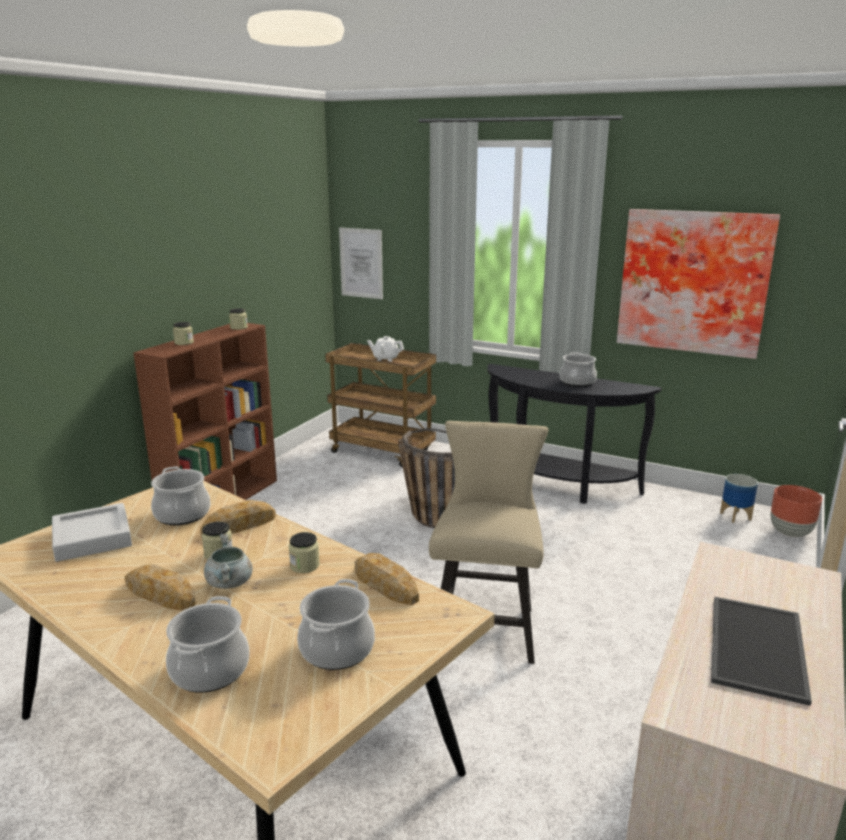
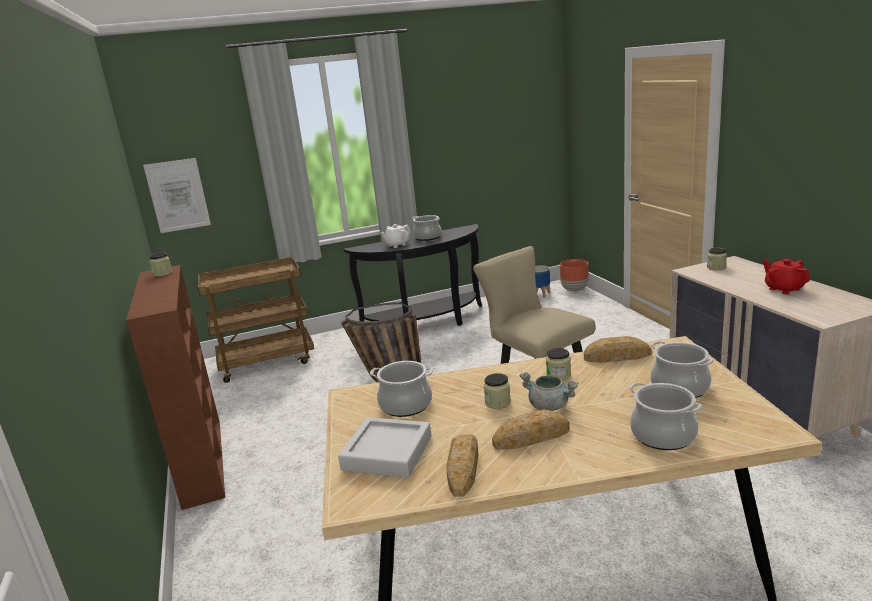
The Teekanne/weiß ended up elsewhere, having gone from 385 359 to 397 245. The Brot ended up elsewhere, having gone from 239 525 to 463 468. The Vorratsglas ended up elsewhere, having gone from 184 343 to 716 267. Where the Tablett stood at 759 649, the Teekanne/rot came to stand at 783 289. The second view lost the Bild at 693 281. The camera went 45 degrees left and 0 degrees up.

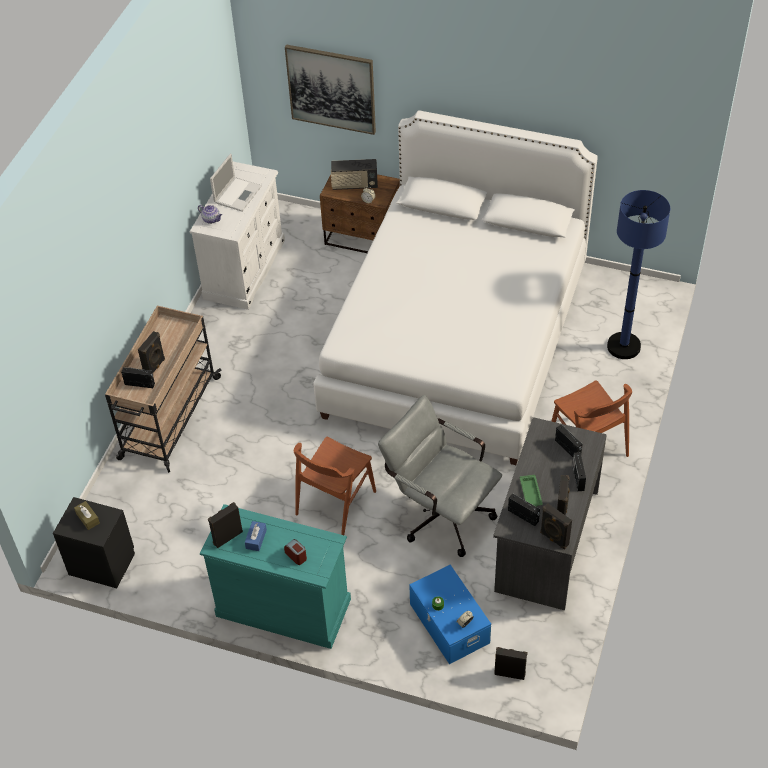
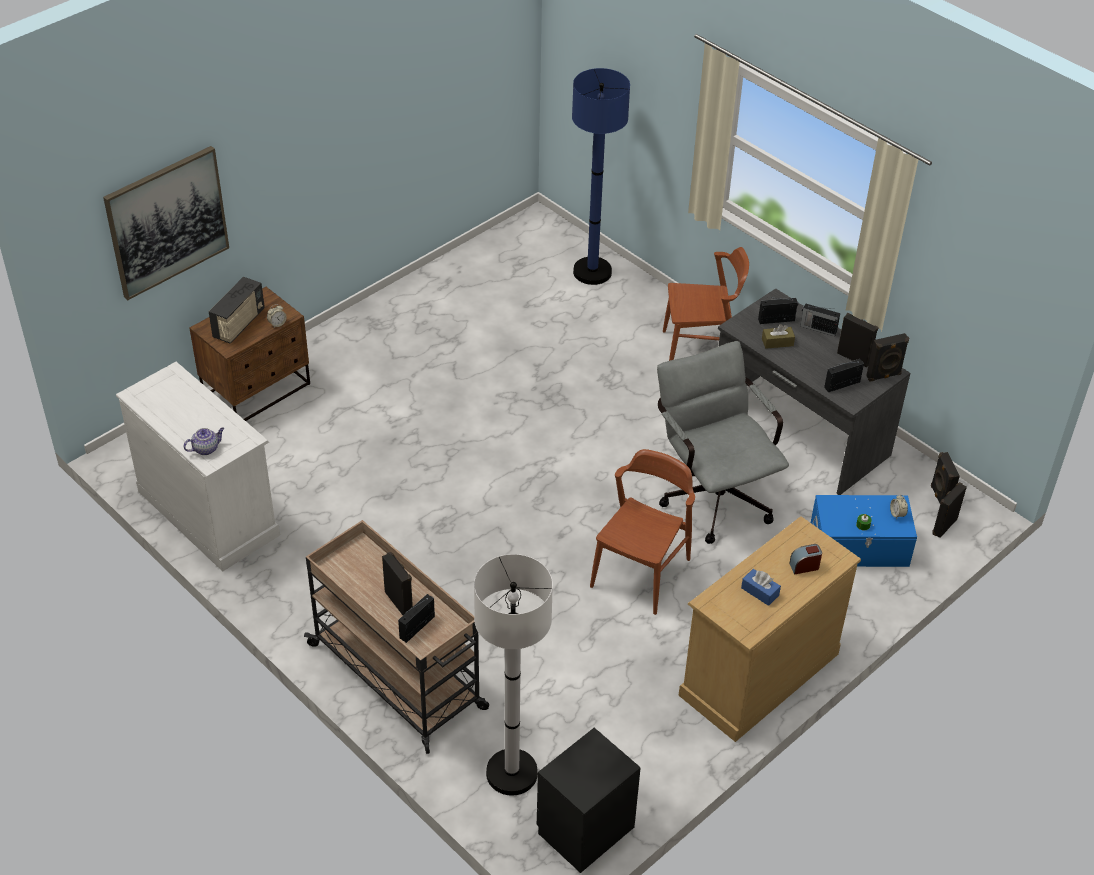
The second view gained the Stehlampe/weiß at 511 773. The Stuhl/braun at 335 503 ended up facing another way, 120 degrees counterclockwise from before. The Bürostuhl/grau at 440 513 ended up facing another way, 90 degrees clockwise from before. What was the Kommode/türkis at 283 607 turned into the Kommode/beige at 758 674. The Taschentuchbox/braun ended up elsewhere, having gone from 88 518 to 777 342. The Lautsprecher/schwarz ended up elsewhere, having gone from 227 537 to 939 497. The second view lost the Laptop at 238 194. The second view lost the Bett/weiß at 457 340. The second view lost the Tablett/grün at 531 493. The camera went 65 degrees left and 5 degrees down.

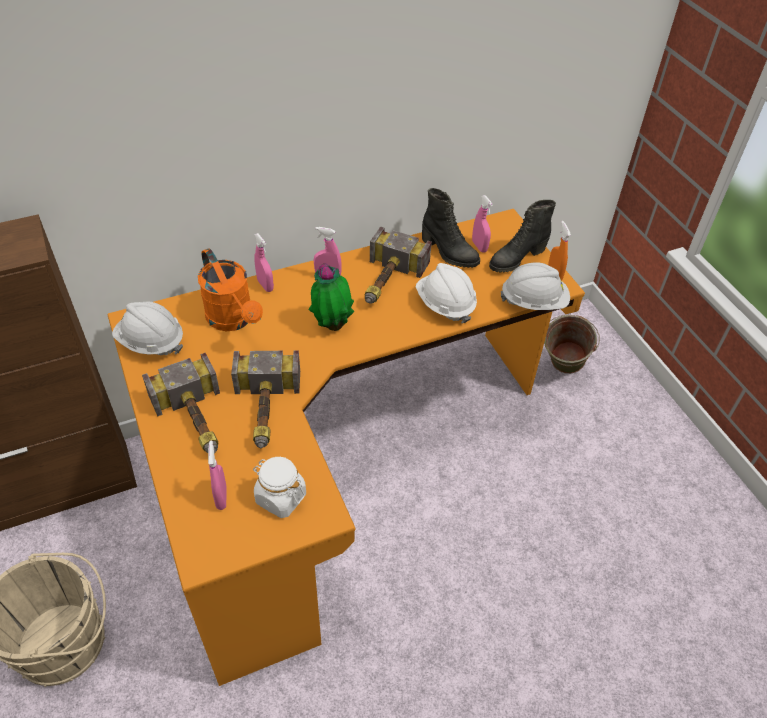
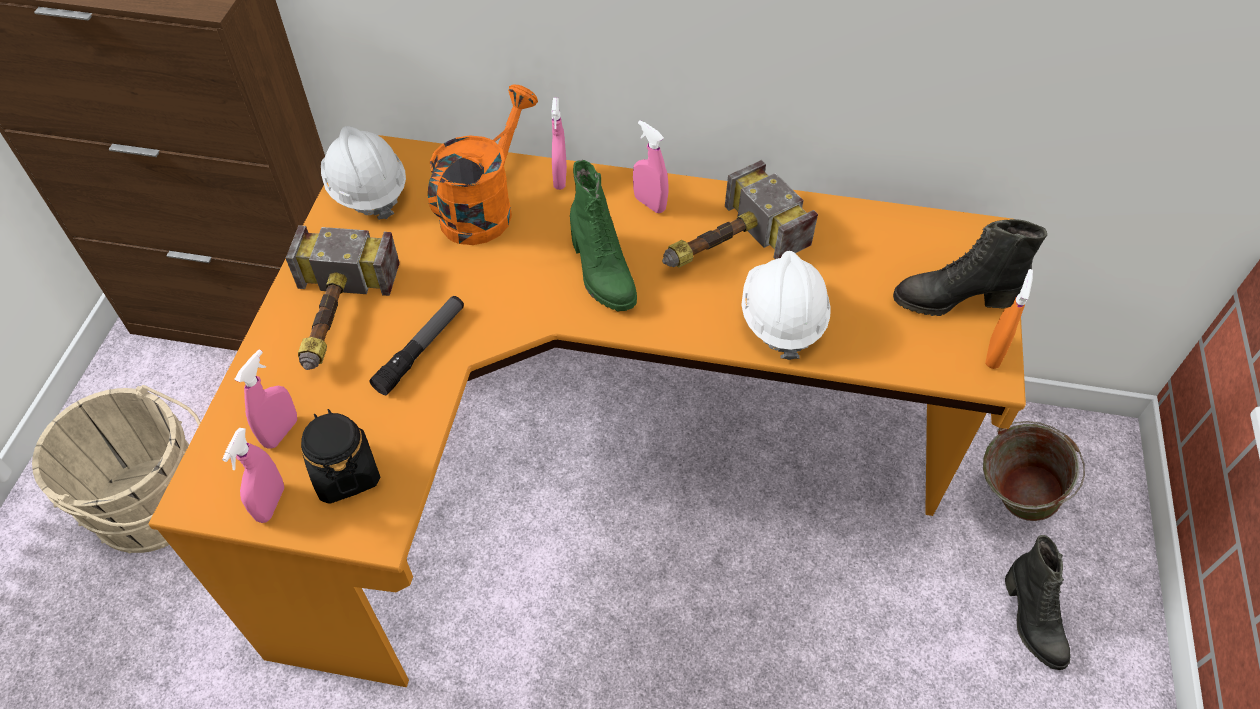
The Sprühflasche/rosa ended up elsewhere, having gone from 479 246 to 271 504. What was the Vorratsglas/weiß at 280 497 turned into the Vorratsglas/schwarz at 345 473. Where the Hammer stood at 265 412, the Taschenlampe came to stand at 421 349. The Gießkanne/orange at 234 320 ended up facing another way, 150 degrees counterclockwise from before. Where the Topfpflanze stood at 332 325, the Stiefel/grün came to stand at 600 273. The Stiefel/schwarz ended up elsewhere, having gone from 448 253 to 1031 621. The second view lost the Schutzhelm/weiß at 534 302. The camera went 35 degrees right and 5 degrees up.

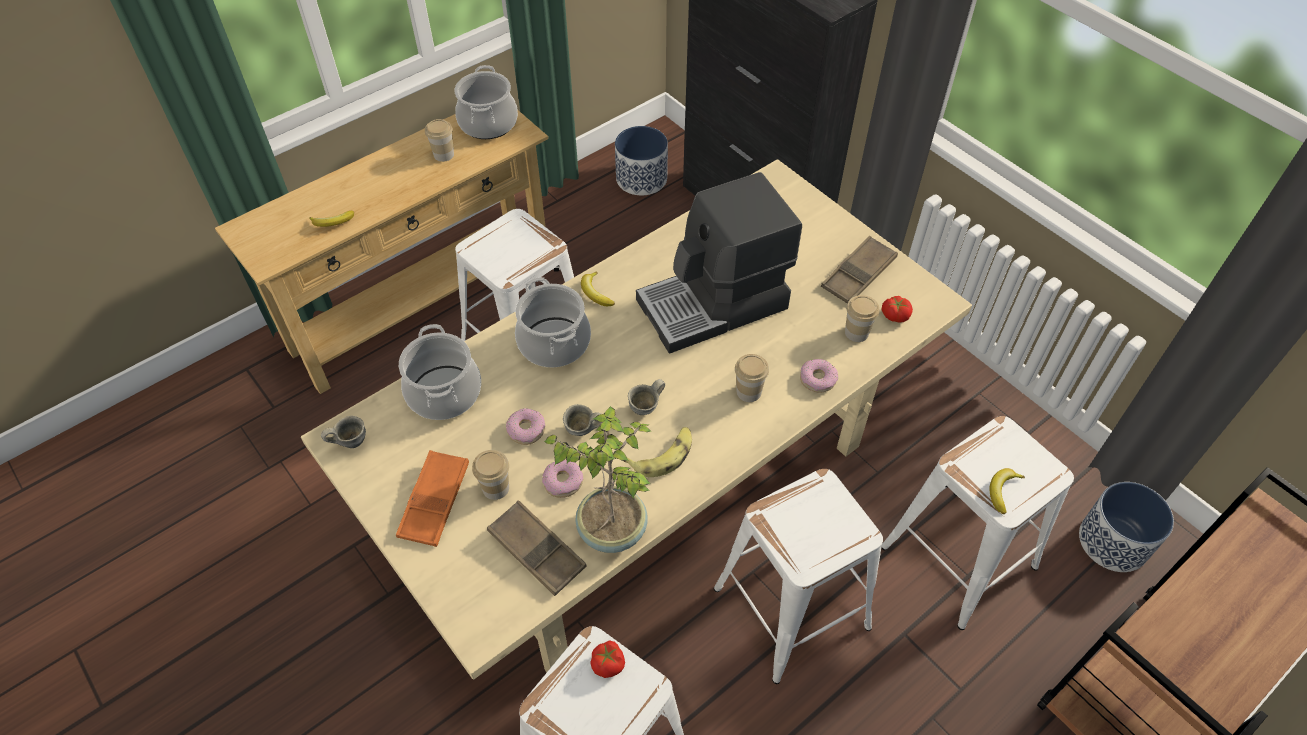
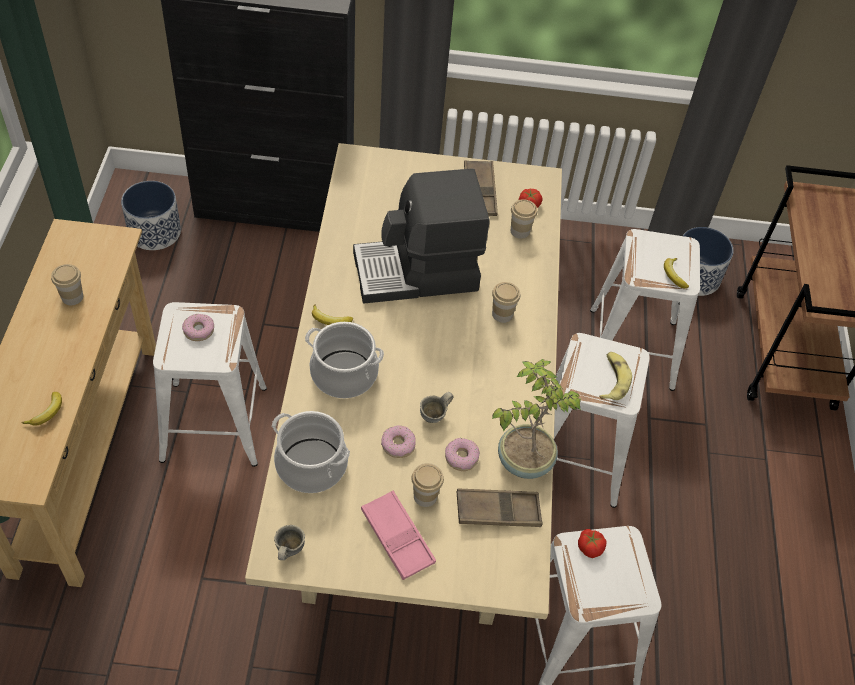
The Donut ended up elsewhere, having gone from 817 379 to 199 330. The Kaffeemaschine at 714 305 ended up facing another way, 60 degrees clockwise from before. What was the Tablett/orange at 434 502 turned into the Tablett/rosa at 397 538. The Banane ended up elsewhere, having gone from 663 455 to 612 379. The second view lost the Kochtopf at 488 123. The second view lost the Henkelbecher/grau at 647 409. The camera went 50 degrees left and 0 degrees up.

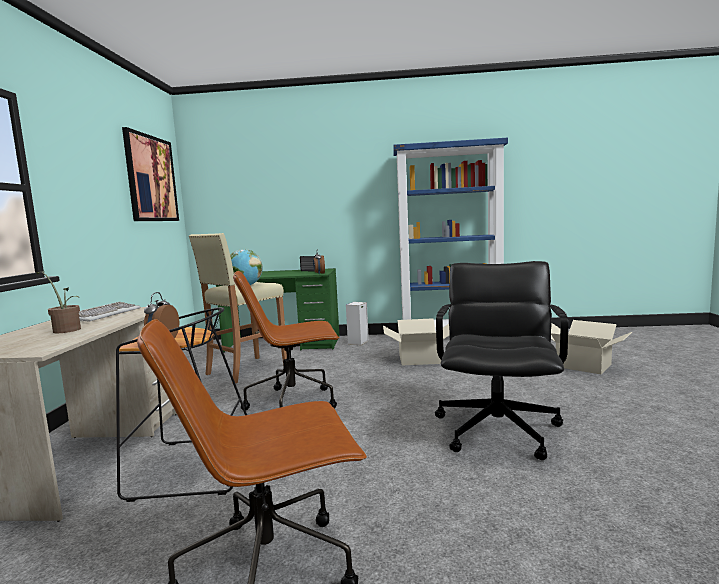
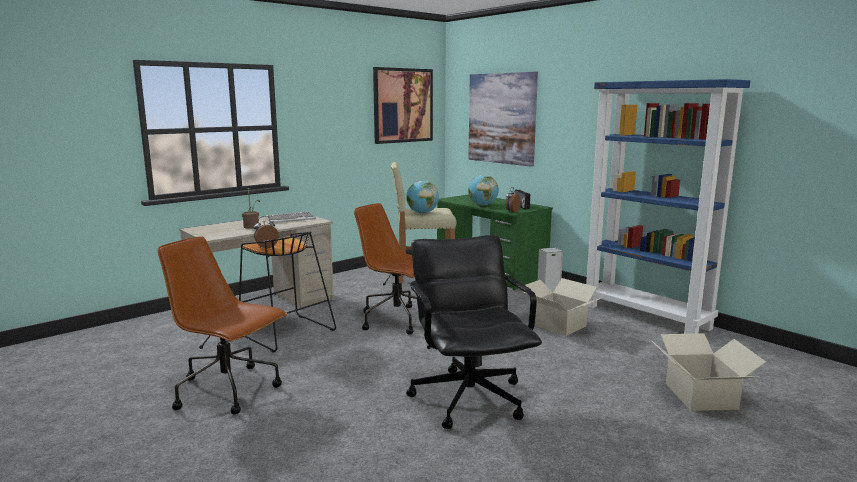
The Bürostuhl/schwarz at 498 429 ended up facing another way, 75 degrees counterclockwise from before. The second view gained the Bild at 501 118. The second view gained the Globus at 482 205. The camera went 45 degrees right and 5 degrees up.

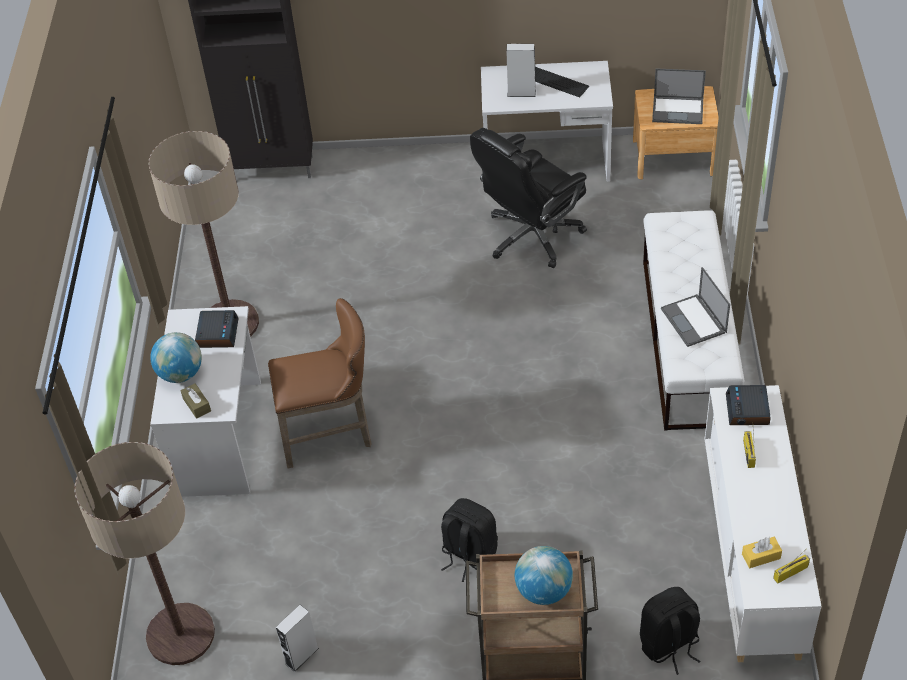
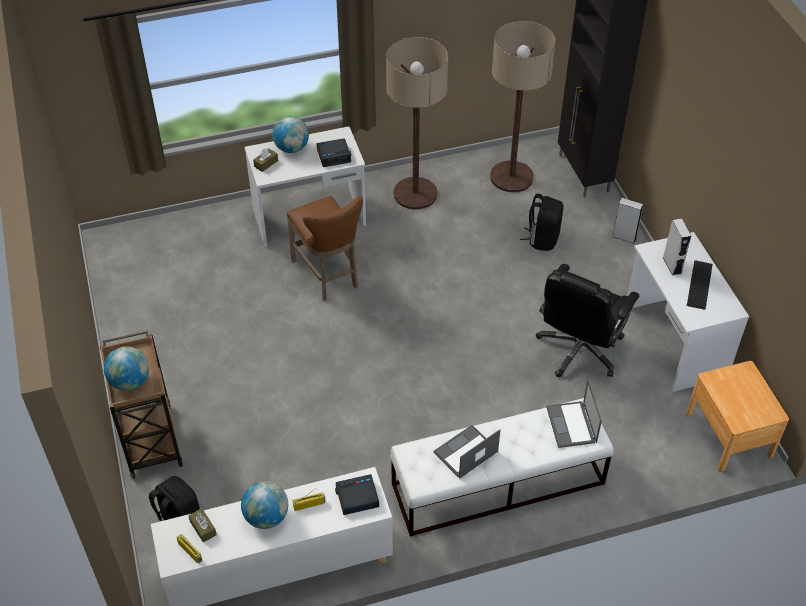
What was the Taschentuchbox/gelb at 761 556 turned into the Taschentuchbox/braun at 203 528. The second view gained the Globus at 266 517. The Stehlampe ended up elsewhere, having gone from 180 634 to 511 177. The Rucksack/schwarz ended up elsewhere, having gone from 468 555 to 542 239. The Bürostuhl/schwarz at 531 236 ended up facing another way, 90 degrees counterclockwise from before. The Laptop ended up elsewhere, having gone from 678 110 to 572 425. The Lautsprecher/grau ended up elsewhere, having gone from 301 656 to 624 237. The camera went 70 degrees right and 0 degrees up.

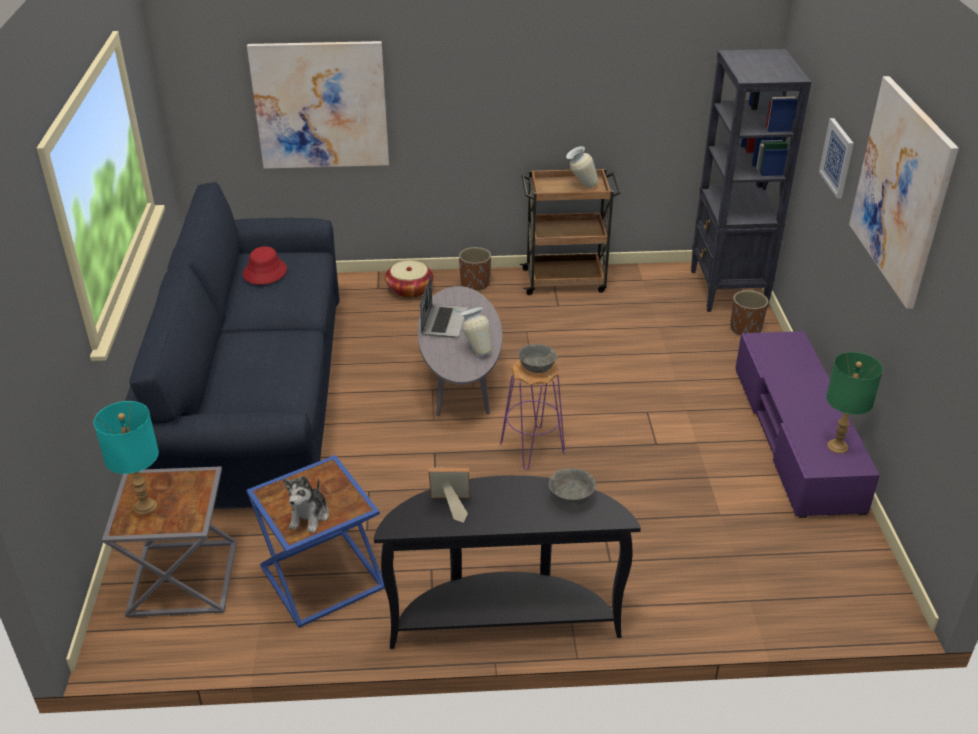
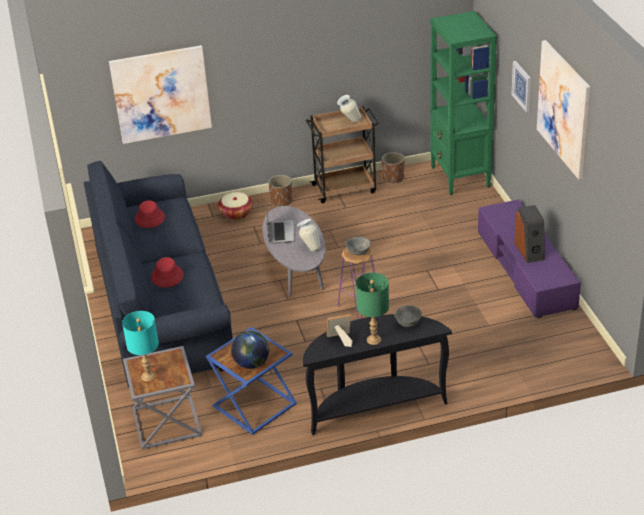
The second view gained the Hut/rot at 167 276. Where the Plüschtier stood at 309 516, the Globus came to stand at 252 363. The Tischlampe/grün ended up elsewhere, having gone from 837 446 to 374 340. The Pflanzkübel/braun ended up elsewhere, having gone from 745 329 to 393 178. What was the Bücherregal/schwarz at 727 290 turned into the Bücherregal/grün at 460 177. The second view gained the Lautsprecher at 530 251. The camera went 10 degrees left and 0 degrees up.

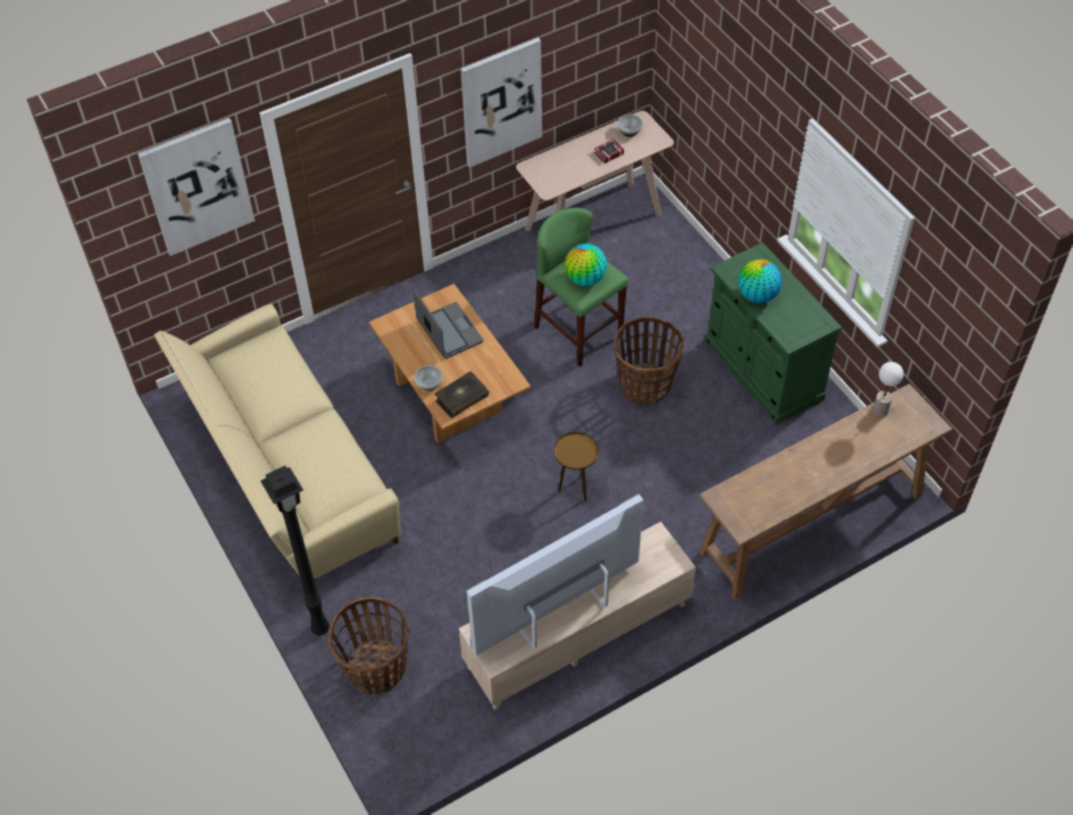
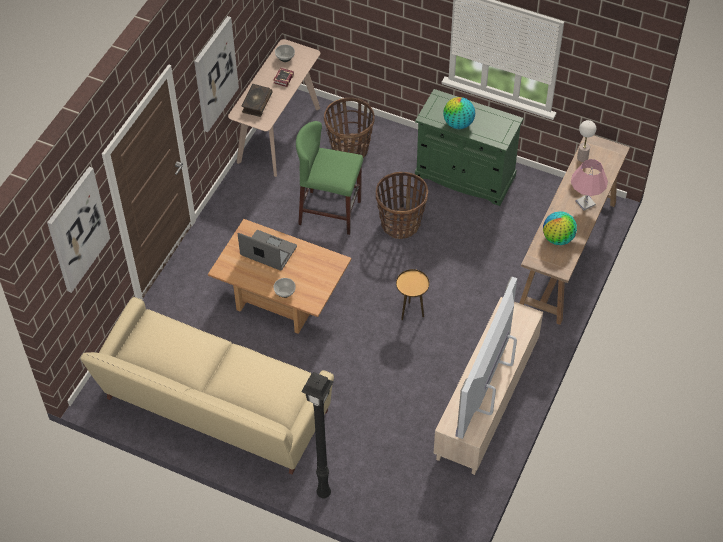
The Buch ended up elsewhere, having gone from 461 398 to 256 103. The Korb ended up elsewhere, having gone from 376 669 to 350 149. The Globus ended up elsewhere, having gone from 585 279 to 558 238. The second view gained the Tischlampe/rosa at 585 203. The camera went 35 degrees left and 0 degrees up.

